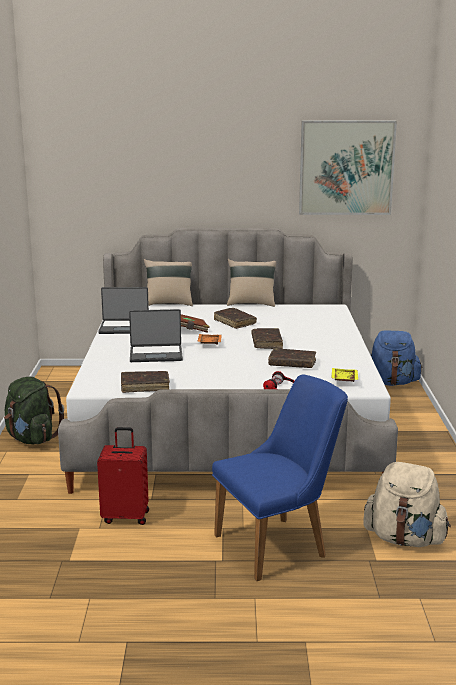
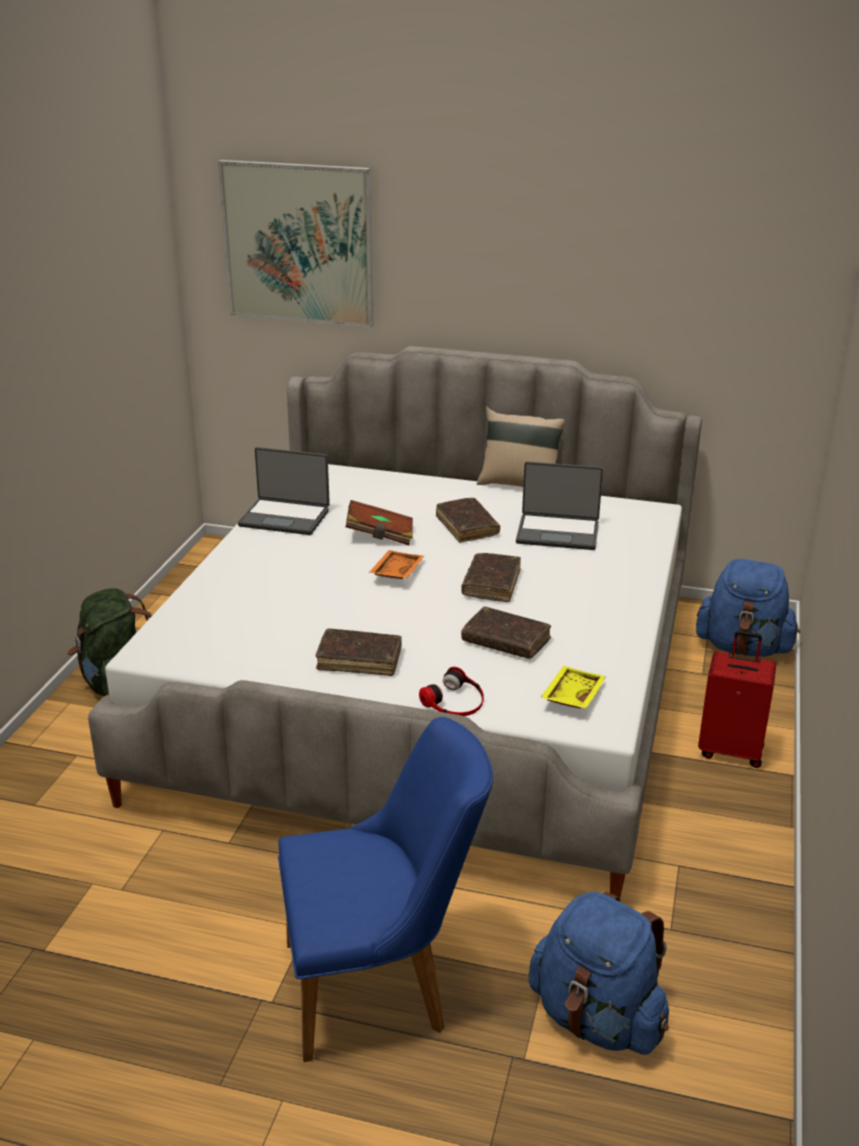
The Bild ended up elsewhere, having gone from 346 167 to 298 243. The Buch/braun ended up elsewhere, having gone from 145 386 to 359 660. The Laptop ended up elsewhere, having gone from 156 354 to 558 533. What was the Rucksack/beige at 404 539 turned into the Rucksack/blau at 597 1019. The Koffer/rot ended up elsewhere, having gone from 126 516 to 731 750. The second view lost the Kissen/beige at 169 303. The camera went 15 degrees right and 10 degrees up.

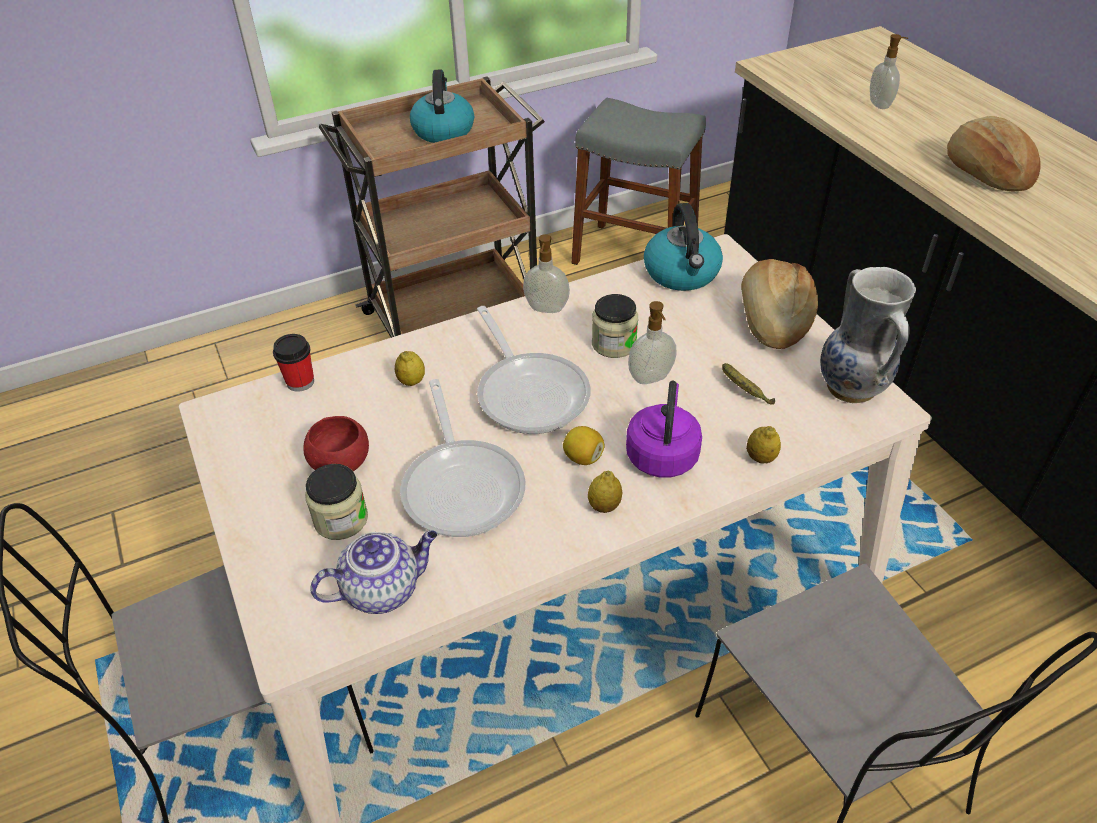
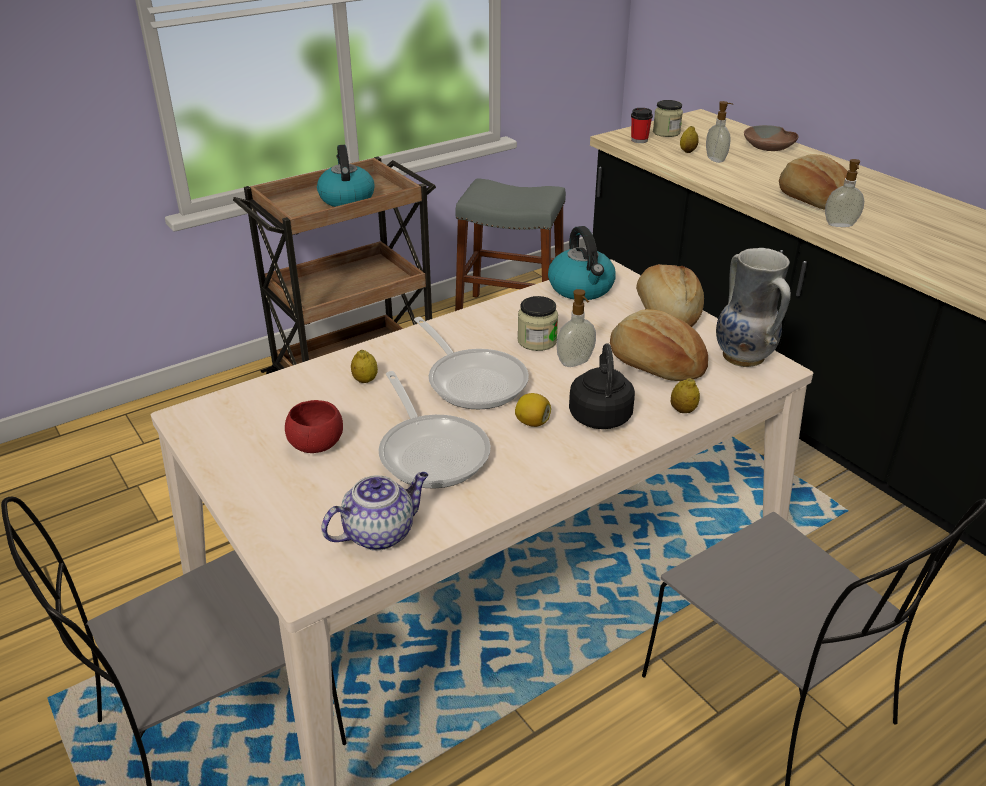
What was the Wasserkessel/lila at 662 454 turned into the Wasserkessel/schwarz at 600 414. Where the Banane stood at 743 390, the Brot came to stand at 655 365. The Tasse ended up elsewhere, having gone from 300 382 to 639 140. The Vorratsglas ended up elsewhere, having gone from 341 519 to 666 132. The Zitrone ended up elsewhere, having gone from 604 506 to 687 151. The second view gained the Schüssel/braun at 769 146. The Seifenspender ended up elsewhere, having gone from 546 309 to 840 225. The camera went 10 degrees left and 10 degrees down.

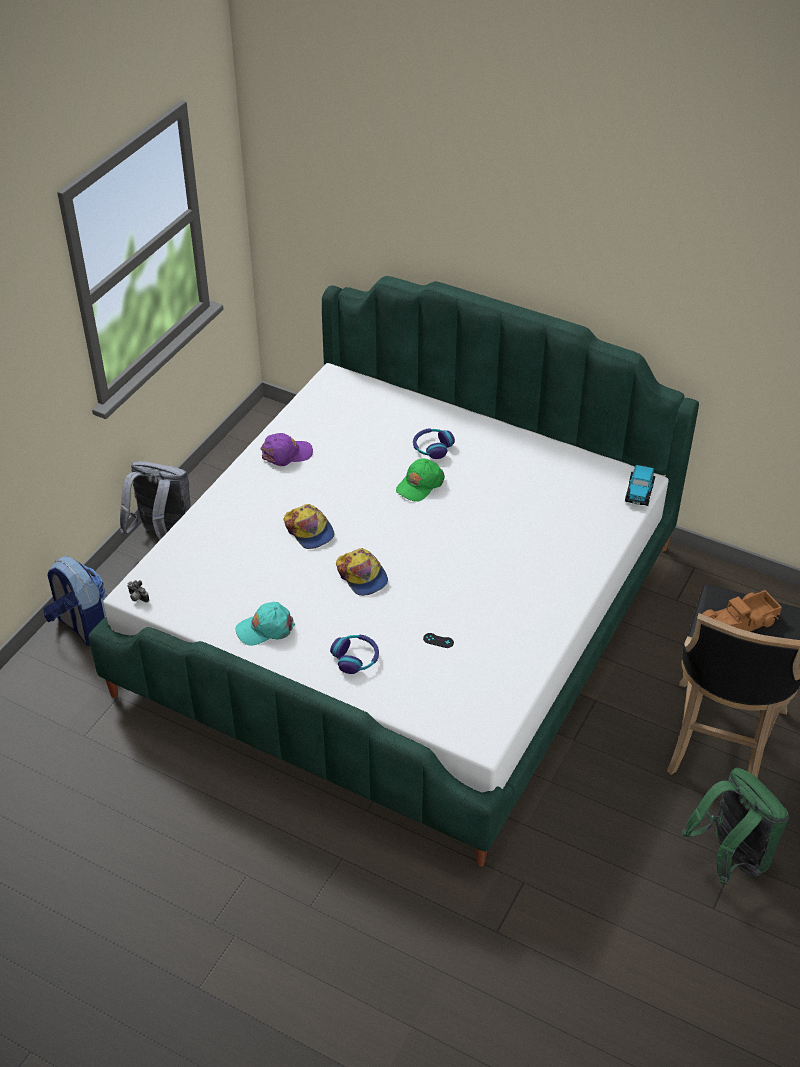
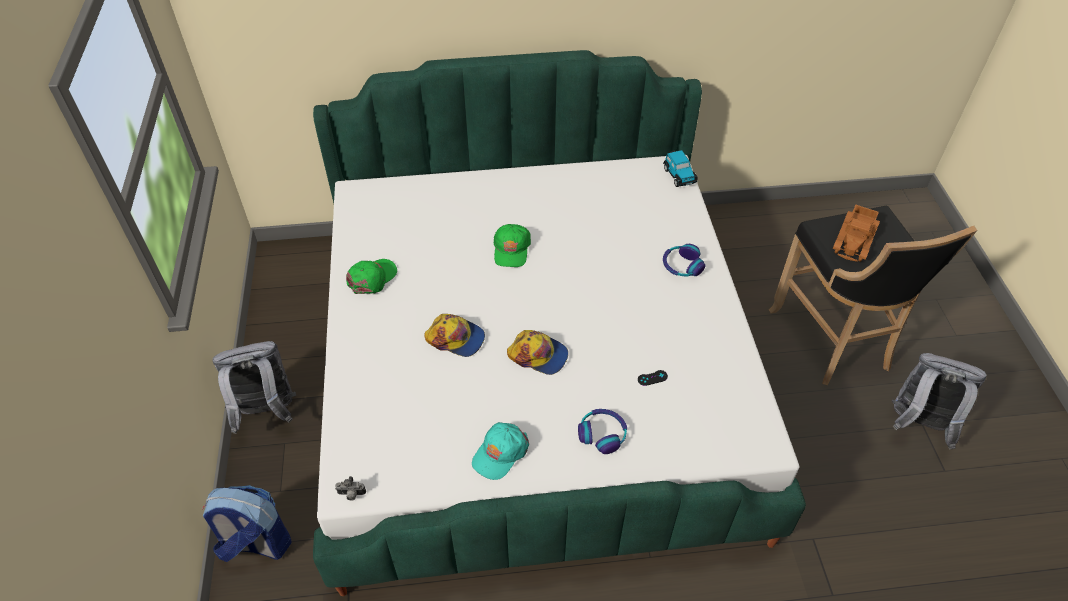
What was the Kappe/lila at 286 453 turned into the Kappe/grün at 372 278. The Kopfhörer ended up elsewhere, having gone from 432 447 to 682 266. What was the Rucksack/grün at 730 857 turned into the Rucksack/grau at 918 424. The camera went 35 degrees left and 5 degrees up.

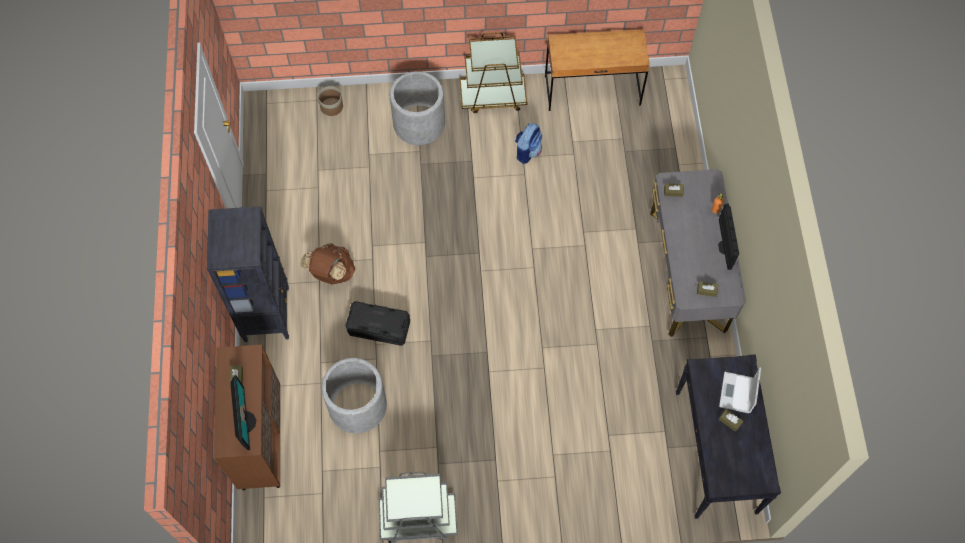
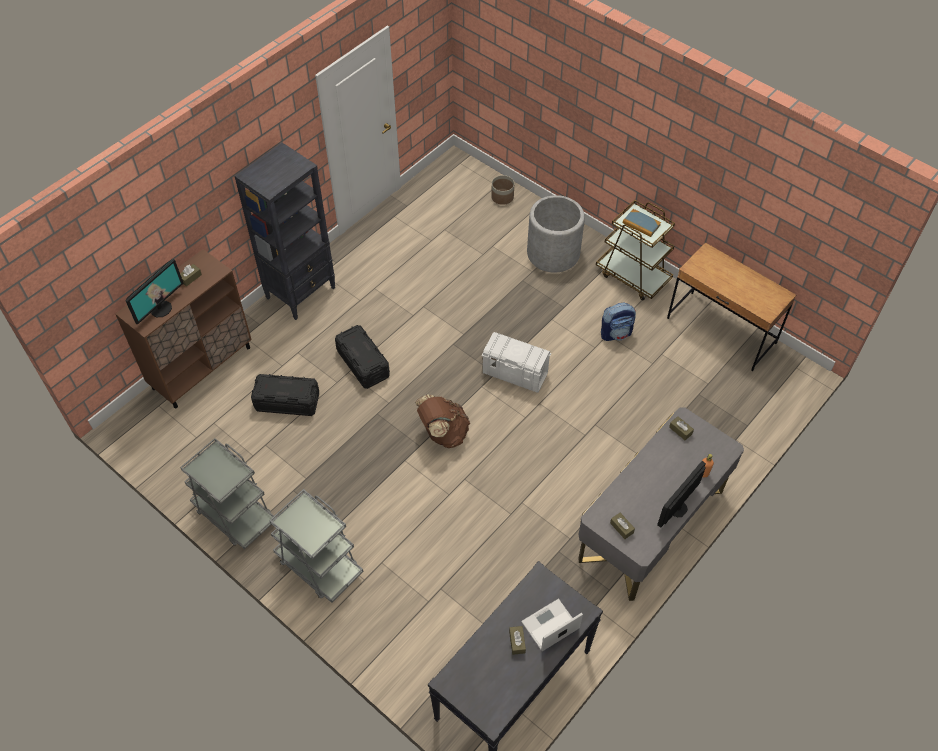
Where the Pflanzkübel/grau stood at 357 406, the Aufbewahrungsbox/schwarz came to stand at 287 402. The second view gained the Rollwagen/grau at 319 565. The Rucksack/braun ended up elsewhere, having gone from 331 273 to 443 433. The second view gained the Aufbewahrungsbox/weiß at 515 373. The second view gained the Buch at 641 224. The camera went 45 degrees right and 10 degrees down.

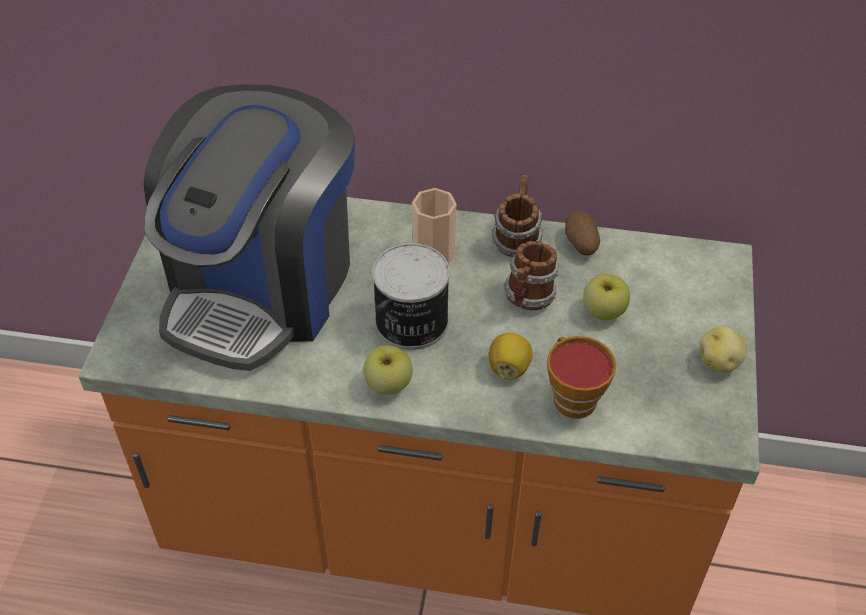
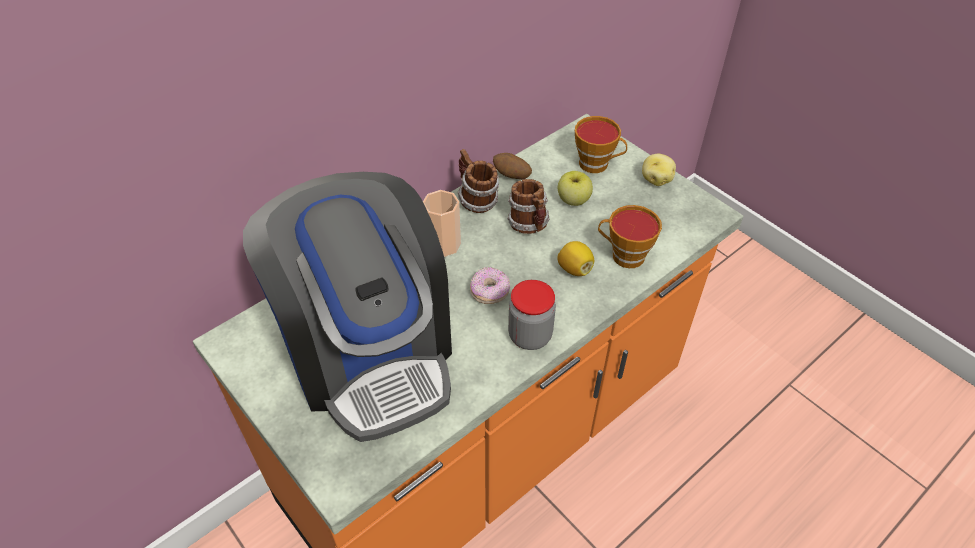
Where the Dose stood at 411 322, the Donut came to stand at 490 292. Where the Apfel stood at 388 384, the Vorratsglas came to stand at 530 336. The second view gained the Tasse at 597 164. The camera went 50 degrees left and 0 degrees up.

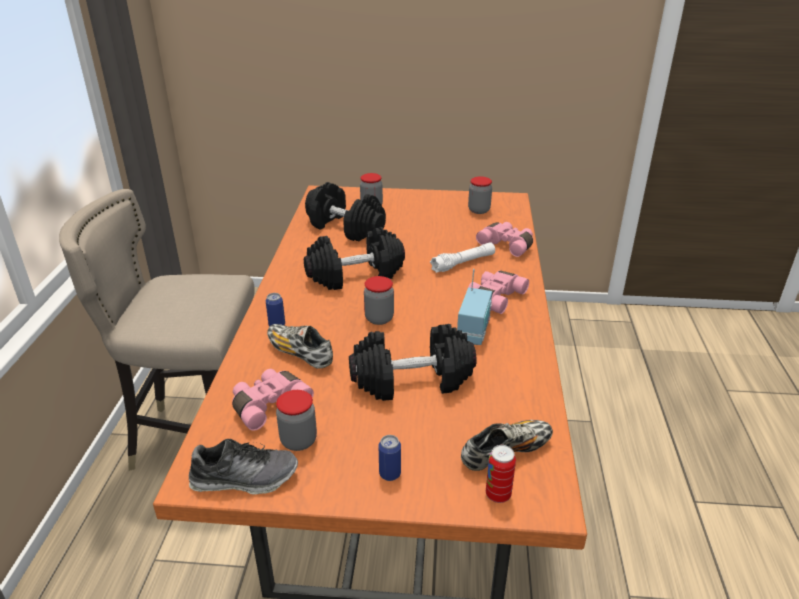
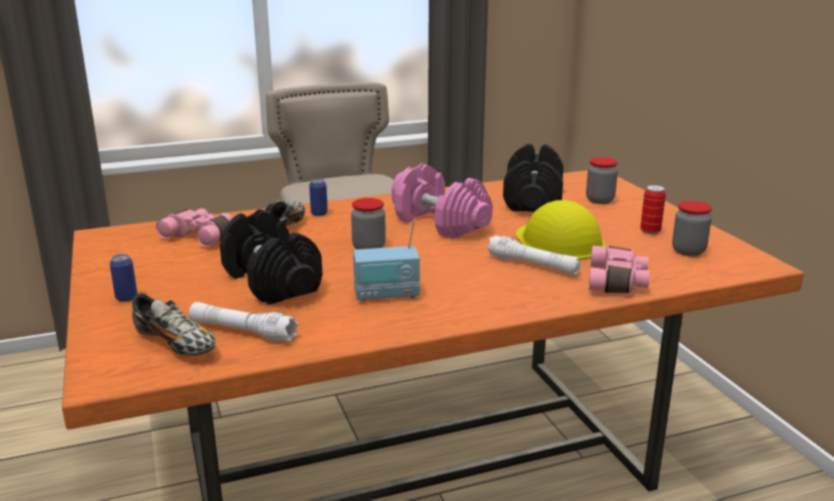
The second view gained the Taschenlampe/weiß at 242 332. What was the Hantel/schwarz at 355 275 turned into the Hantel/rosa at 439 223. The second view gained the Schutzhelm/gelb at 559 241. The Dose ended up elsewhere, having gone from 498 495 to 650 231. The second view lost the Schuh at 244 478. The second view lost the Vorratsglas at 298 441. The second view lost the Fernglas/rosa at 494 297. The camera went 65 degrees right and 10 degrees down.

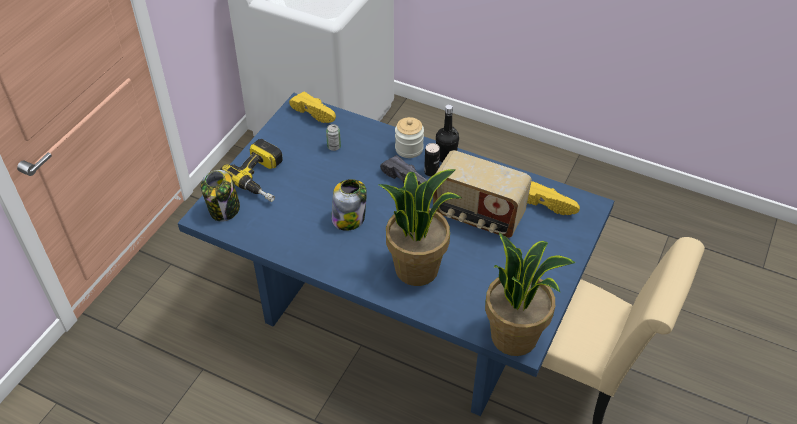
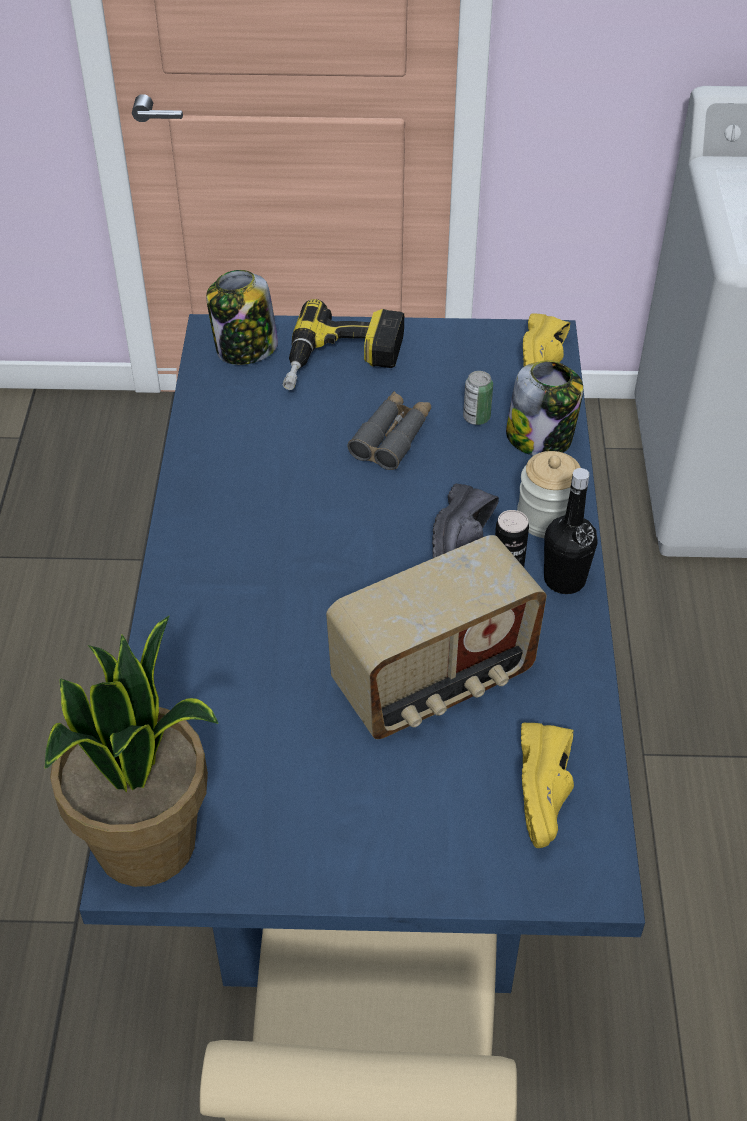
The Radio at 478 216 ended up facing another way, 120 degrees counterclockwise from before. The second view gained the Fernglas/grau at 392 437. The Vorratsglas ended up elsewhere, having gone from 349 218 to 540 438. The second view lost the Topfpflanze at 417 268. The camera went 65 degrees right and 0 degrees up.

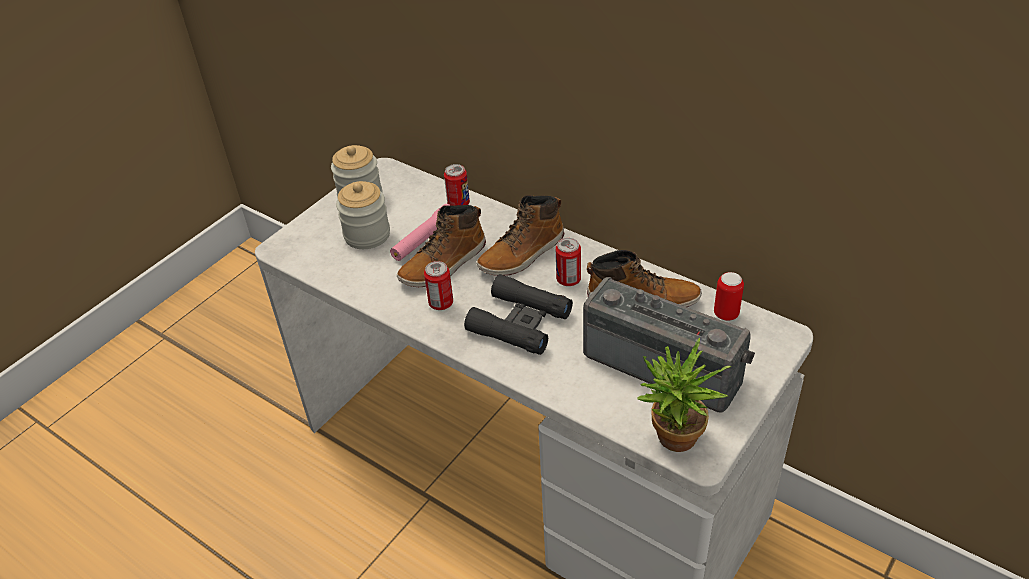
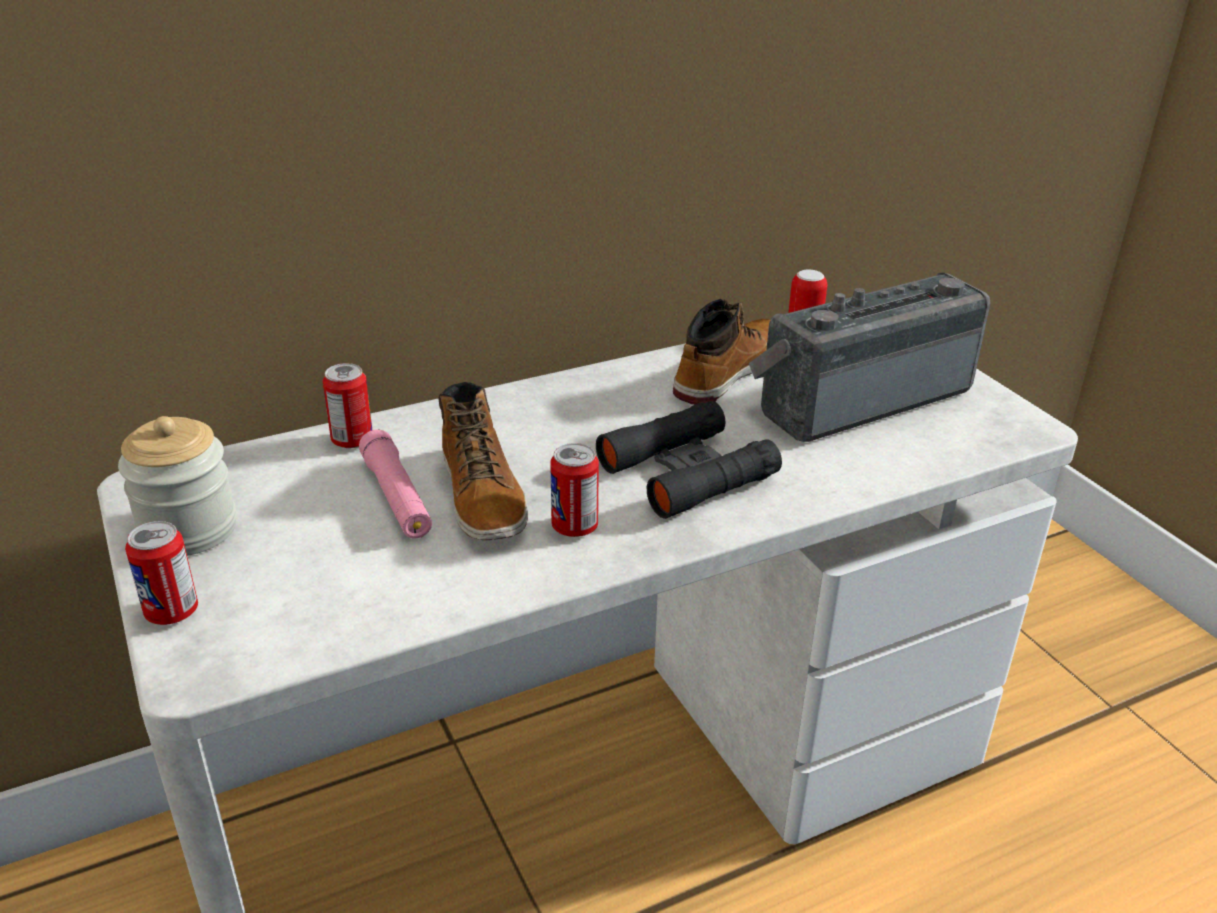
The Dose ended up elsewhere, having gone from 568 280 to 172 612. The second view lost the Vorratsglas at 367 235. The second view lost the Stiefel at 522 254. The second view lost the Topfpflanze at 673 442. The camera went 65 degrees left and 10 degrees down.

